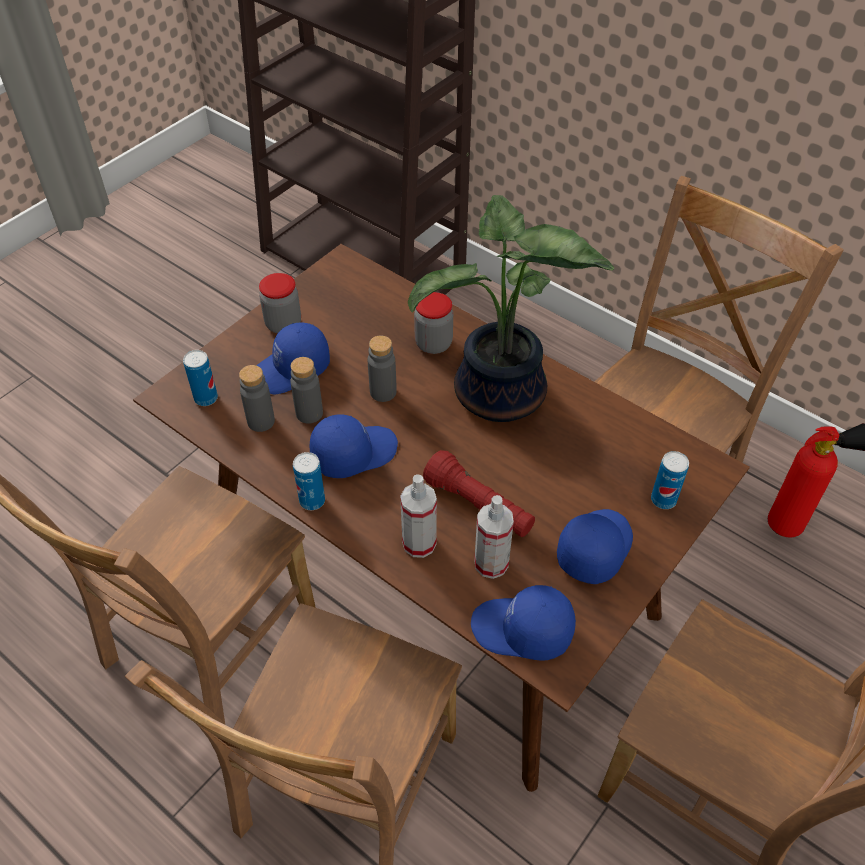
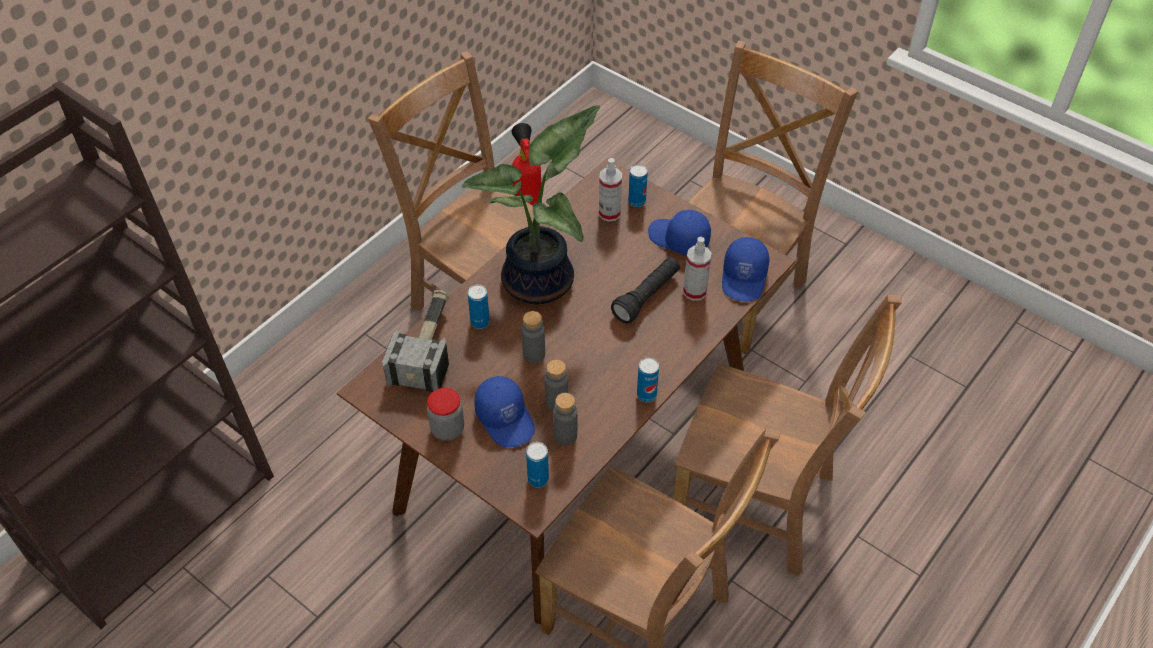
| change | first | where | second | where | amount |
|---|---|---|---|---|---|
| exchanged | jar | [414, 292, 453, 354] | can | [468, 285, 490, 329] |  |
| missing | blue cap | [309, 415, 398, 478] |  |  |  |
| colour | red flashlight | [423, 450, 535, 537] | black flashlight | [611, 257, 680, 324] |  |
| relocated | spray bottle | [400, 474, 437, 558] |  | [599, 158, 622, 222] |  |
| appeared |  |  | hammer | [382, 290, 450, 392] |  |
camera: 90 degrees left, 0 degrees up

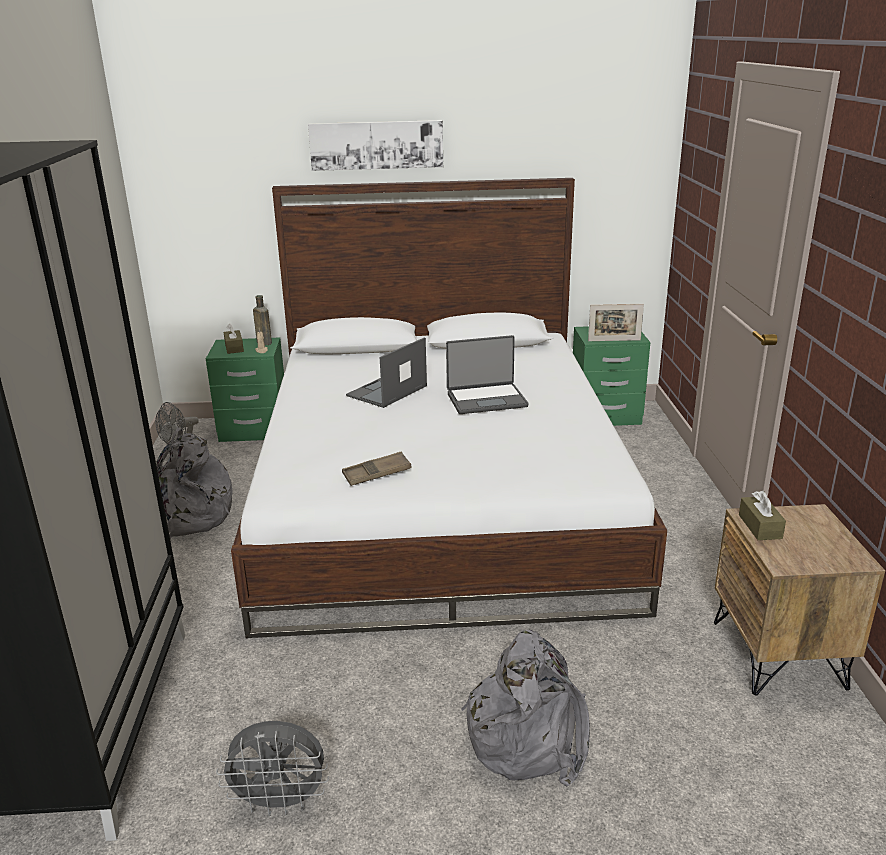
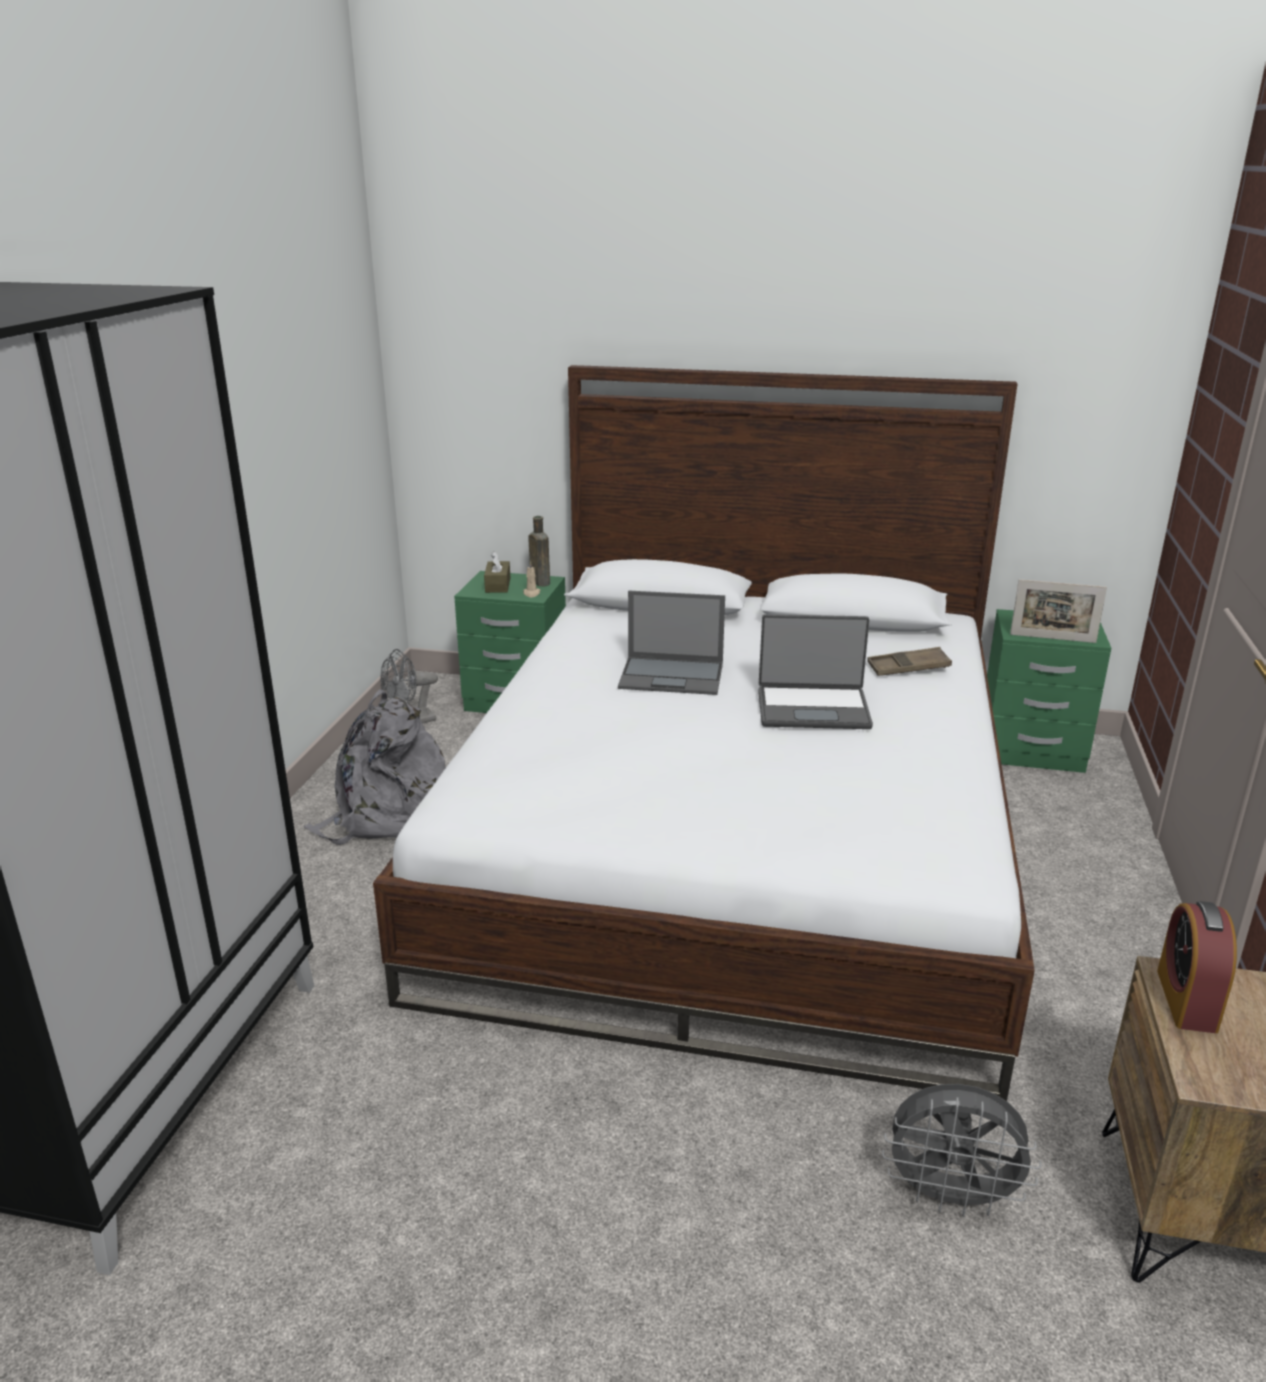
| change | first | where | second | where | amount |
|---|---|---|---|---|---|
| missing | picture | [308, 120, 443, 171] |  |  |  |
| spun | laptop | [346, 337, 427, 408] |  | [618, 591, 725, 695] | 135 degrees counterclockwise |
| relocated | brown tray | [342, 452, 412, 486] |  | [867, 647, 952, 676] |  |
| exchanged | brown tissue box | [739, 491, 786, 540] | alarm clock | [1157, 901, 1237, 1033] |  |
| missing | grey backpack | [461, 630, 590, 786] |  |  |  |
| relocated | grey fan | [216, 721, 329, 816] |  | [882, 1084, 1042, 1217] |  |
camera: 15 degrees right, 0 degrees up

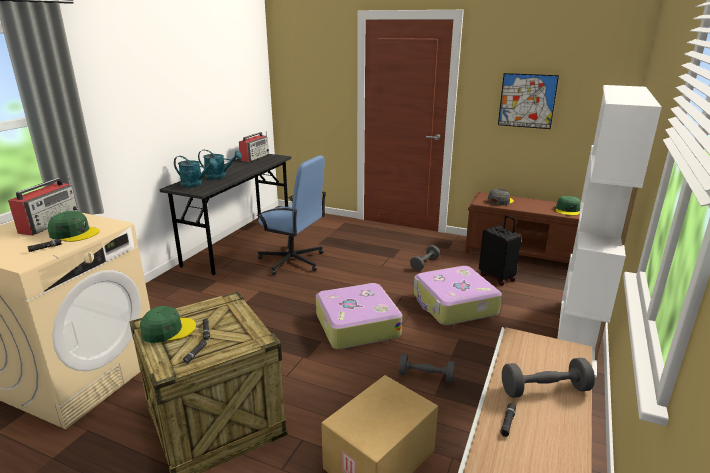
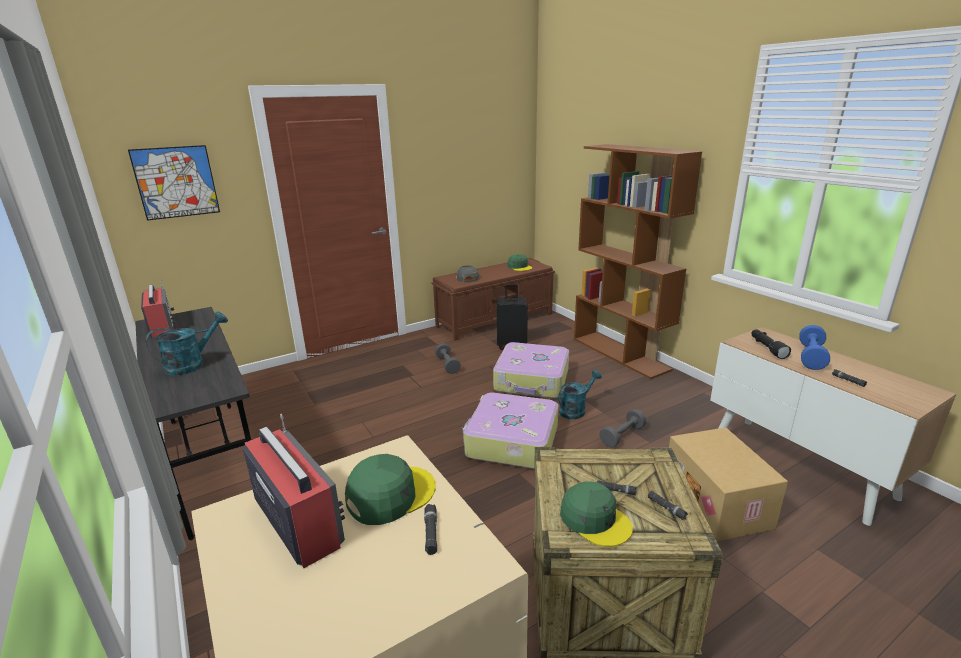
| change | first | where | second | where | amount |
|---|---|---|---|---|---|
| relocated | picture | [498, 73, 559, 129] |  | [128, 145, 220, 221] |  |
| colour | white bookcase | [557, 85, 662, 377] | brown bookcase | [574, 144, 702, 379] |  |
| missing | blue office chair | [257, 155, 326, 275] |  |  |  |
| relocated | turquoise watering can | [174, 156, 217, 188] |  | [558, 370, 601, 419] |  |
| spun | green cap | [140, 306, 196, 343] |  | [560, 482, 633, 547] | 120 degrees clockwise |
| colour | grey dumbbell | [502, 358, 595, 398] | blue dumbbell | [799, 325, 830, 370] |  |
| appeared |  |  | black flashlight | [751, 329, 791, 359] |  |
camera: 55 degrees left, 0 degrees up

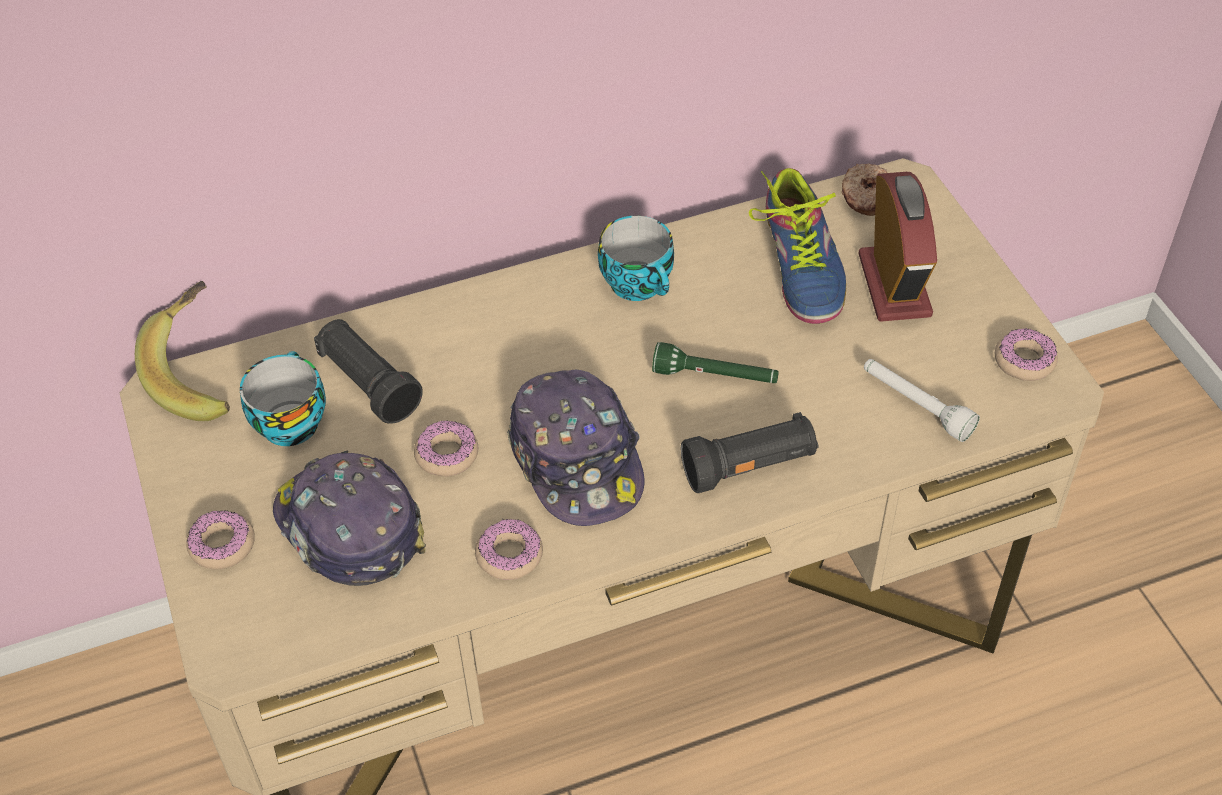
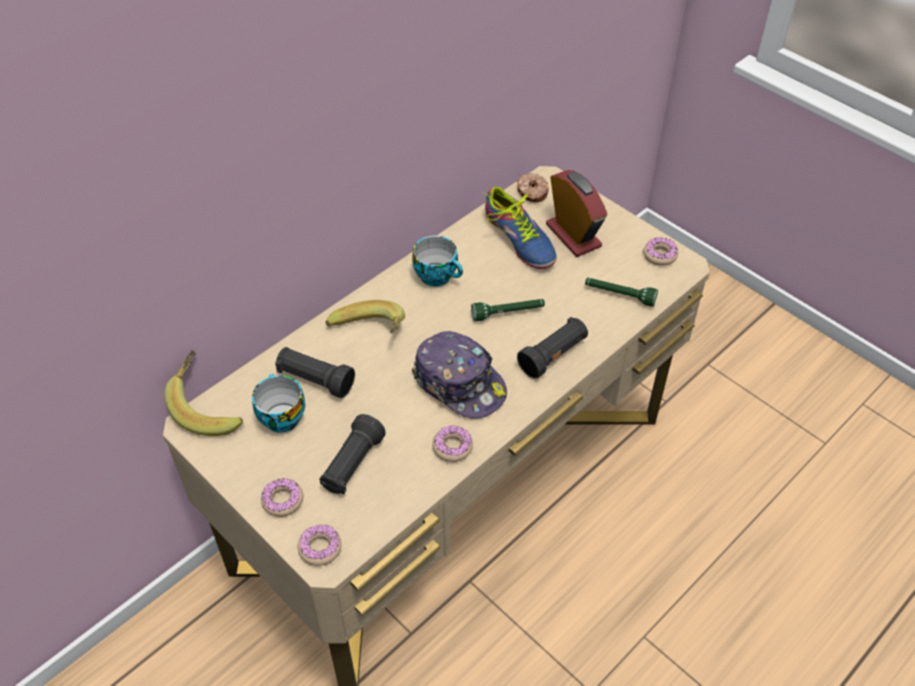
| change | first | where | second | where | amount |
|---|---|---|---|---|---|
| colour | white flashlight | [864, 359, 980, 442] | green flashlight | [585, 278, 658, 307] |  |
| relocated | donut | [414, 420, 478, 477] |  | [298, 525, 342, 566] |  |
| exchanged | cap | [273, 450, 426, 586] | black flashlight | [320, 414, 386, 494] |  |
| appeared |  |  | banana | [325, 300, 405, 334] |  |
camera: 25 degrees left, 0 degrees up

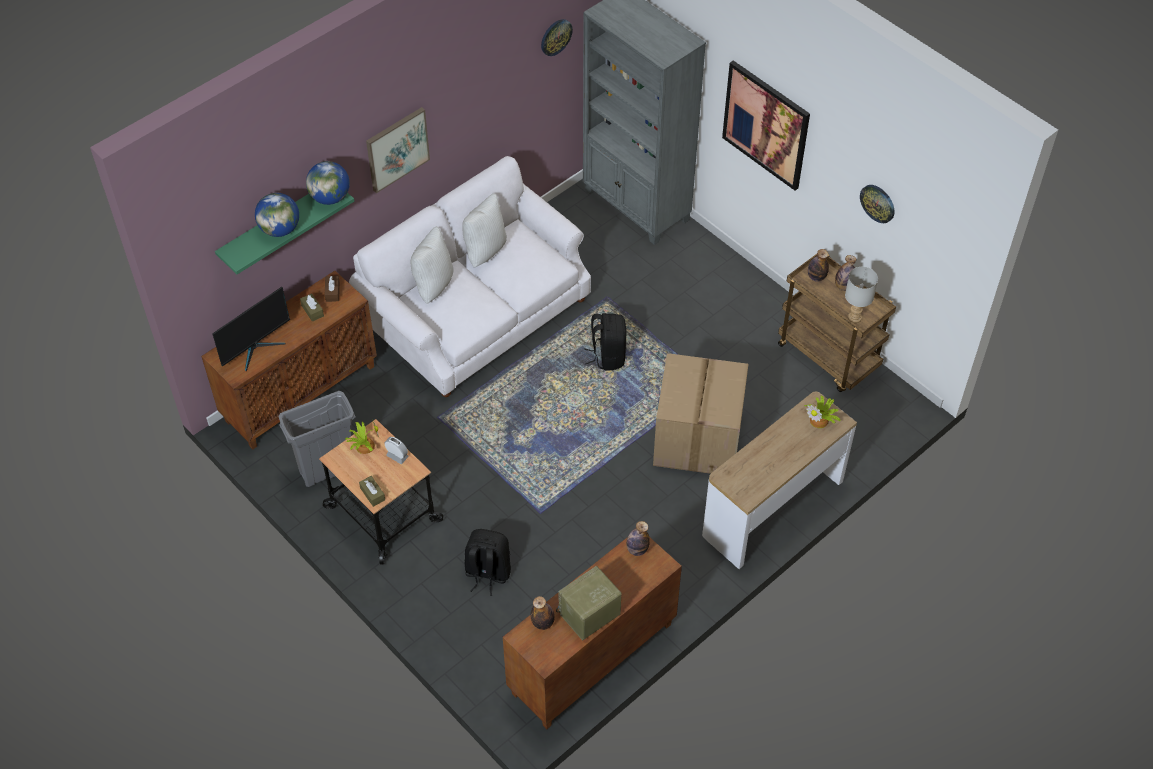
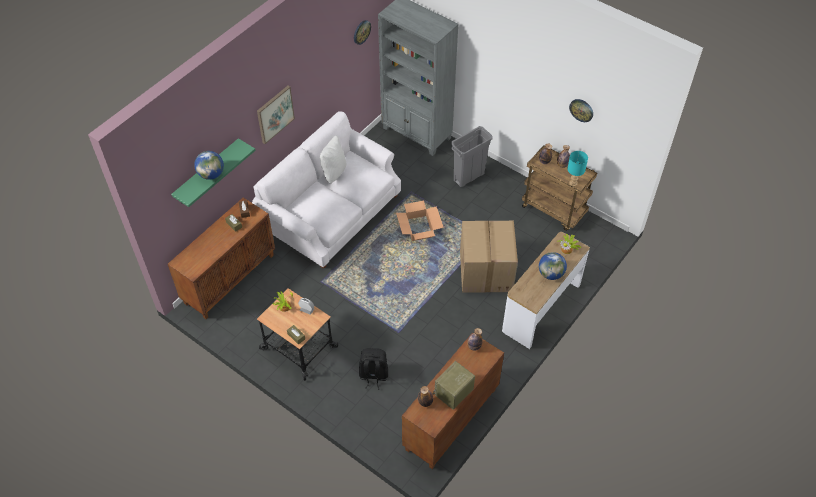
| change | first | where | second | where | amount |
|---|---|---|---|---|---|
| missing | picture | [722, 60, 810, 190] |  |  |  |
| relocated | globe | [306, 161, 350, 205] |  | [539, 252, 567, 280] |  |
| missing | white pillow | [410, 226, 453, 304] |  |  |  |
| colour | grey table lamp | [845, 267, 878, 323] | turquoise table lamp | [567, 151, 588, 187] |  |
| missing | monitor | [212, 287, 290, 372] |  |  |  |
| exchanged | black backpack | [584, 313, 626, 371] | cardboard box | [396, 201, 444, 241] |  |
| relocated | grey trash can | [279, 391, 356, 487] |  | [451, 126, 493, 187] |  |
camera: 10 degrees left, 0 degrees up

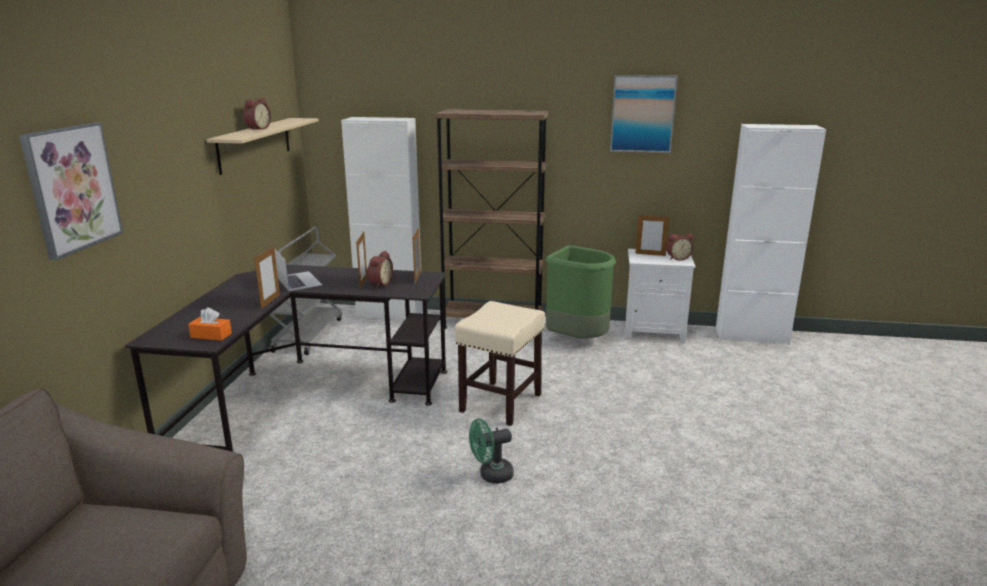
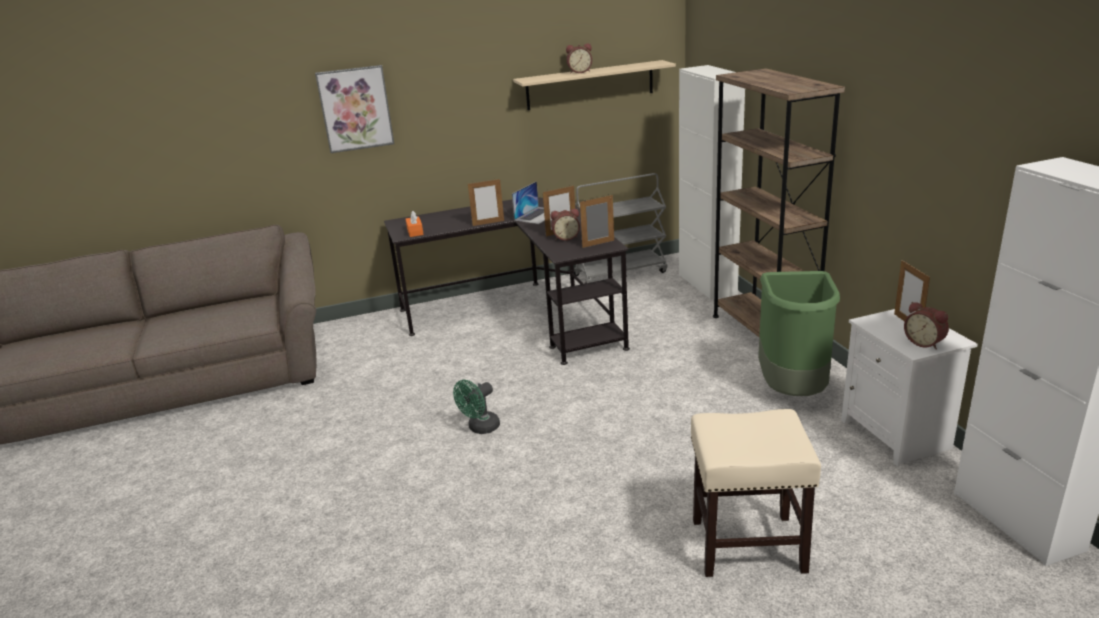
| change | first | where | second | where | amount |
|---|---|---|---|---|---|
| missing | picture | [610, 75, 678, 153] |  |  |  |
| relocated | beige stool | [455, 301, 545, 426] |  | [691, 409, 821, 577] |  |
| spun | green fan | [469, 418, 514, 484] |  | [453, 380, 500, 434] | 90 degrees counterclockwise |
camera: 65 degrees right, 5 degrees up

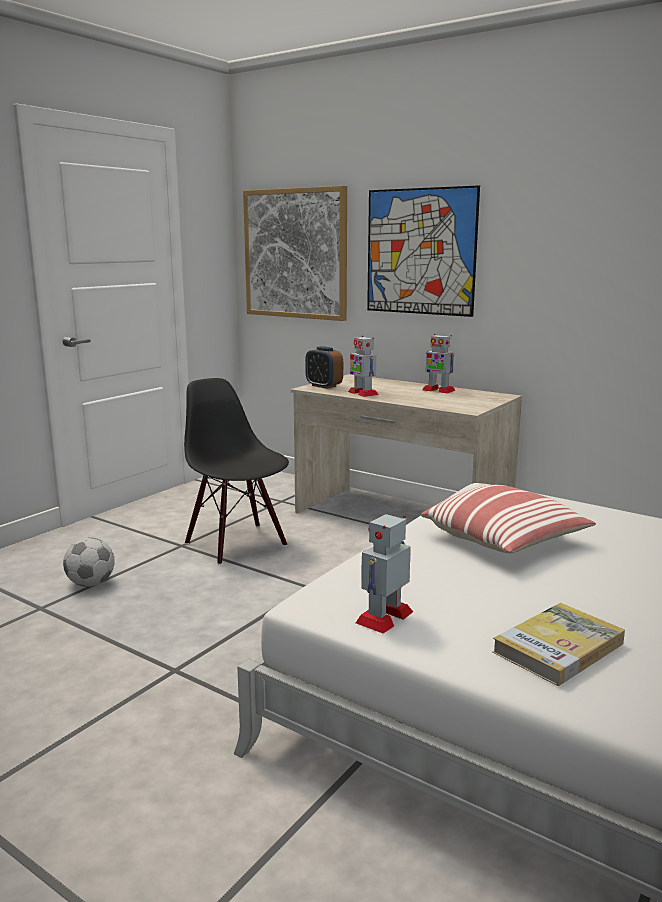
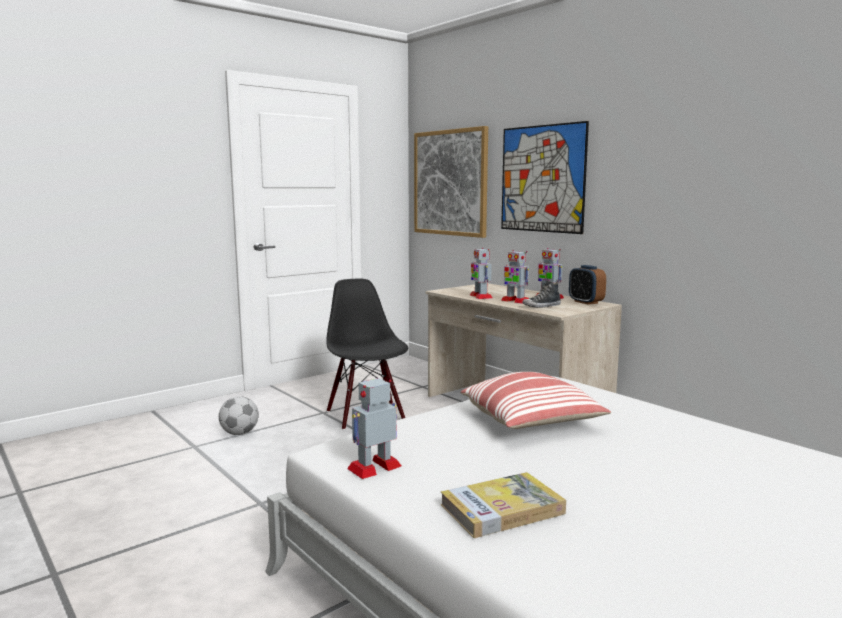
| change | first | where | second | where | amount |
|---|---|---|---|---|---|
| relocated | alarm clock | [305, 346, 343, 389] |  | [569, 265, 606, 305] |  |
| appeared |  |  | toy robot | [501, 250, 529, 304] |  |
| appeared |  |  | shoe | [522, 280, 561, 308] |  |
camera: 15 degrees right, 5 degrees down

